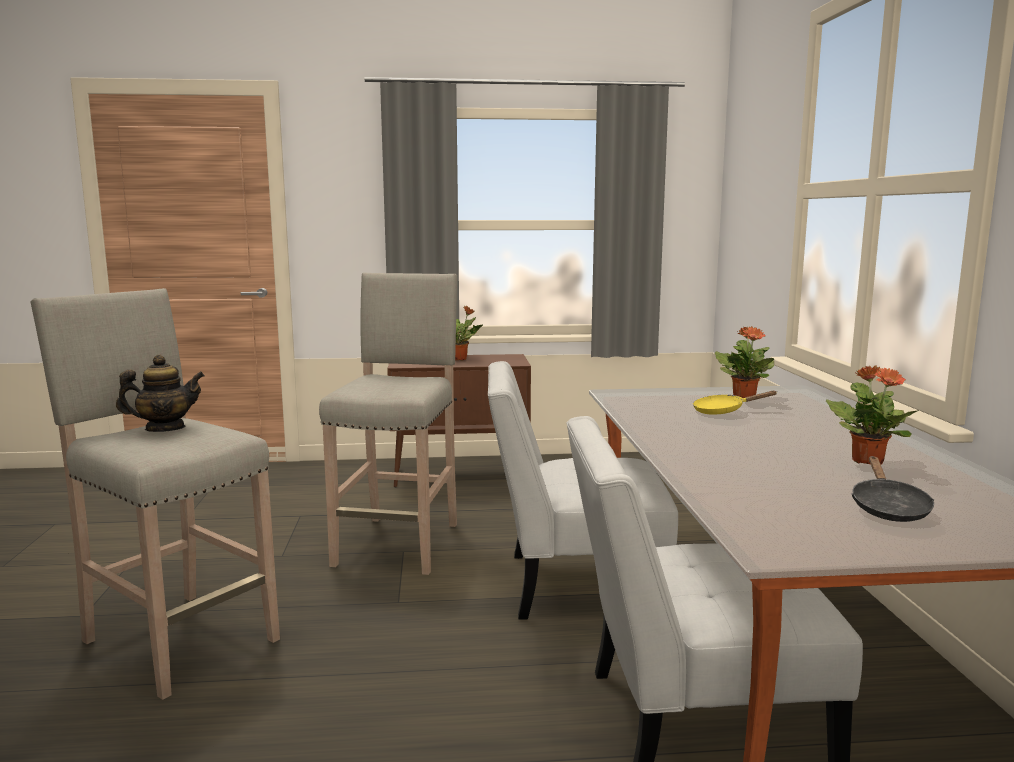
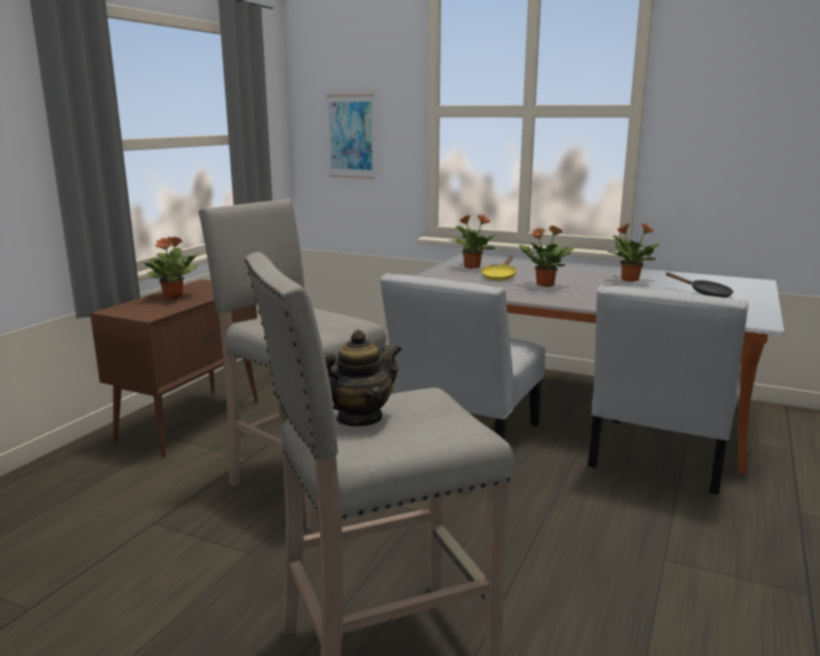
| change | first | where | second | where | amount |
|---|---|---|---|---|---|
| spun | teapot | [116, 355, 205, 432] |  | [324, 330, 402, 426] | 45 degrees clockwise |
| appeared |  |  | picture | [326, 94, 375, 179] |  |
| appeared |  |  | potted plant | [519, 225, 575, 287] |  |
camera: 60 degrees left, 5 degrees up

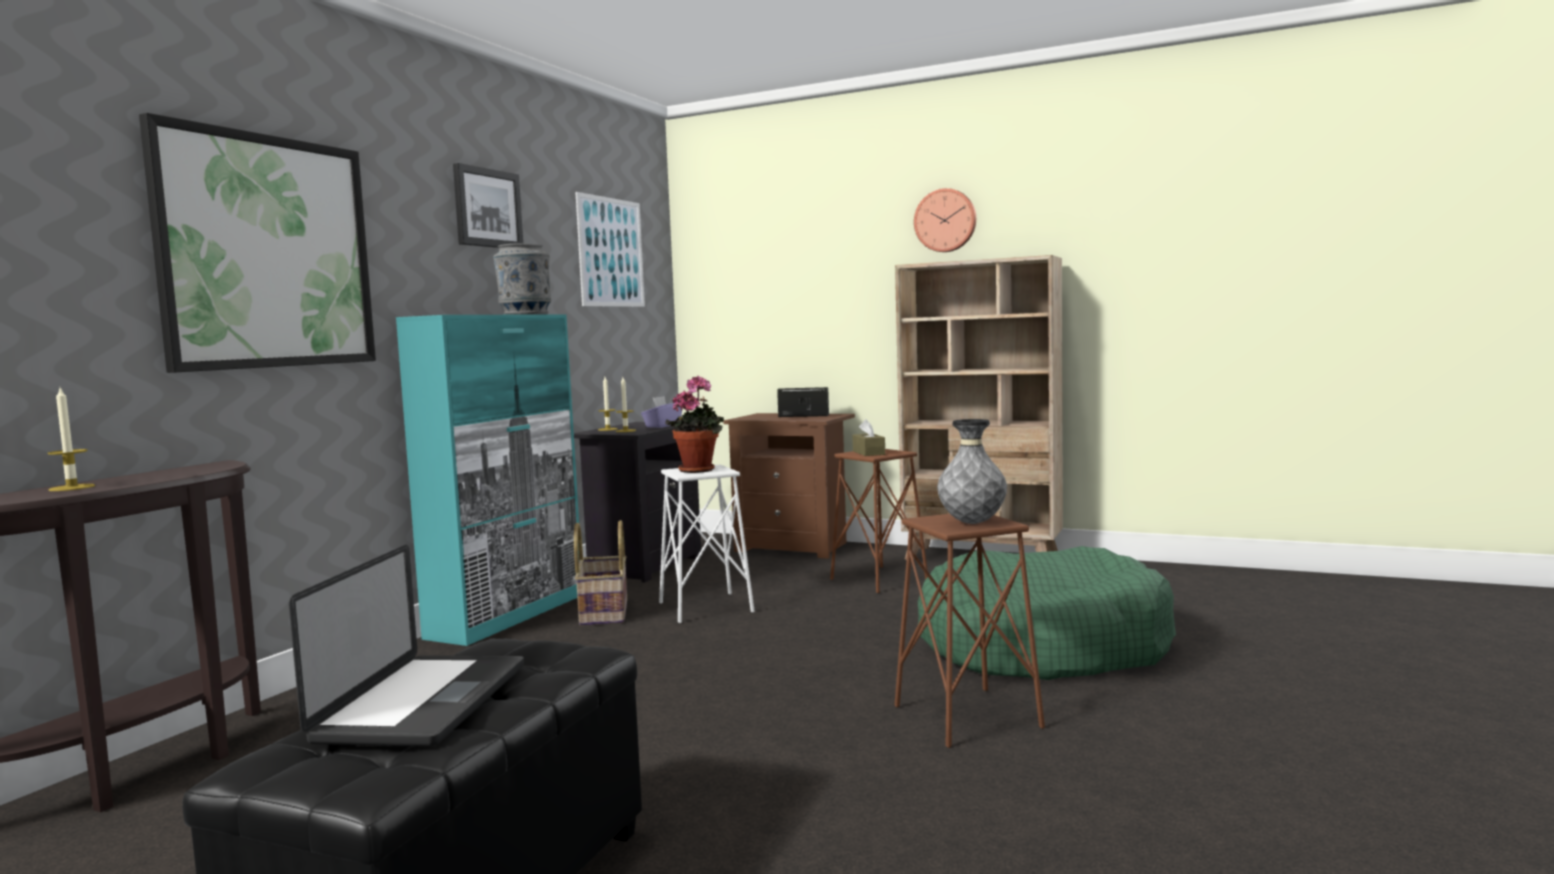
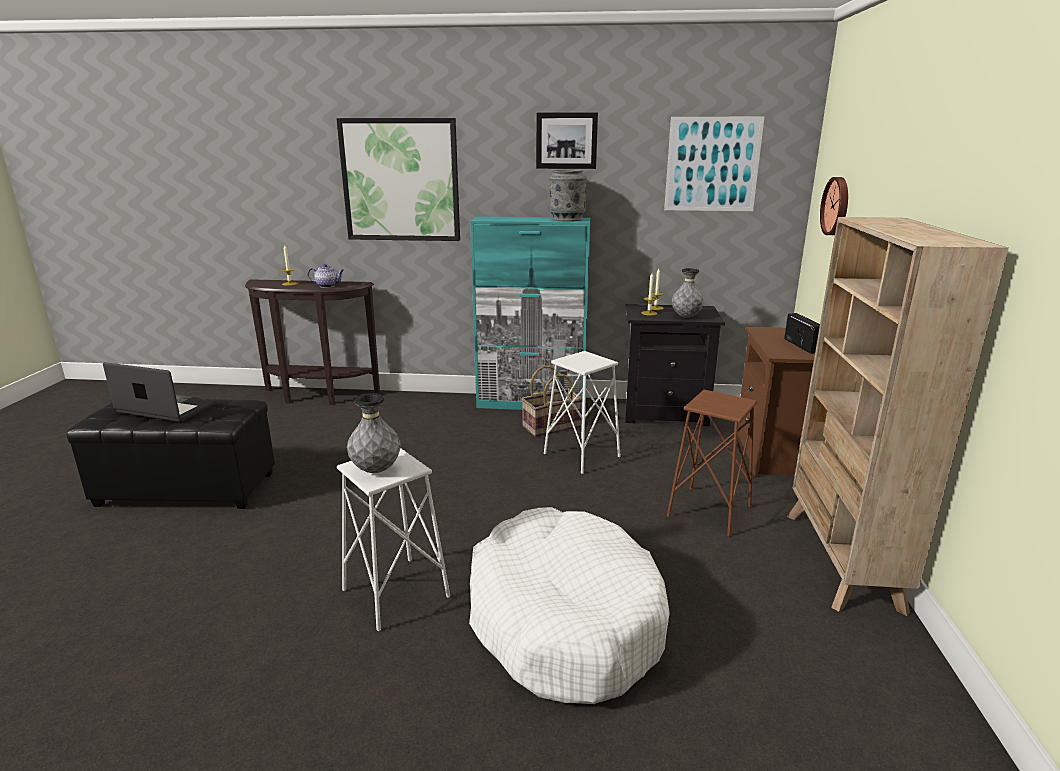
| change | first | where | second | where | amount |
|---|---|---|---|---|---|
| relocated | wall clock | [914, 188, 976, 252] |  | [820, 177, 848, 235] |  |
| missing | potted plant | [665, 376, 724, 473] |  |  |  |
| exchanged | purple tissue box | [641, 396, 682, 428] | grey vase | [672, 268, 704, 318] |  |
| missing | brown tissue box | [852, 419, 885, 456] |  |  |  |
| colour | brown stool | [894, 514, 1045, 748] | white stool | [337, 448, 450, 631] |  |
| spun | laptop | [289, 545, 524, 747] |  | [103, 362, 216, 422] | 150 degrees counterclockwise |
| colour | green dog bed | [918, 546, 1176, 680] | white dog bed | [469, 507, 670, 704] |  |
| appeared |  |  | teapot | [308, 264, 344, 288] |  |
camera: 70 degrees right, 15 degrees up

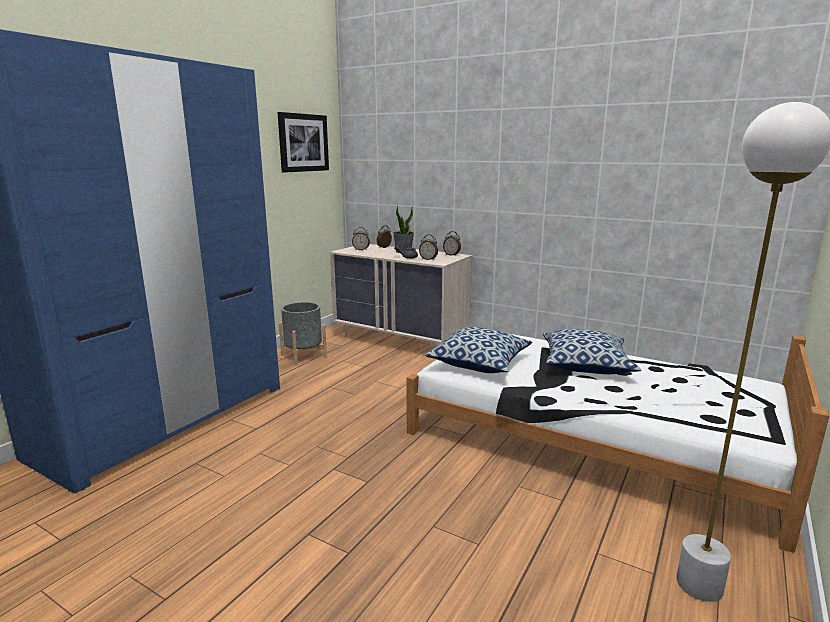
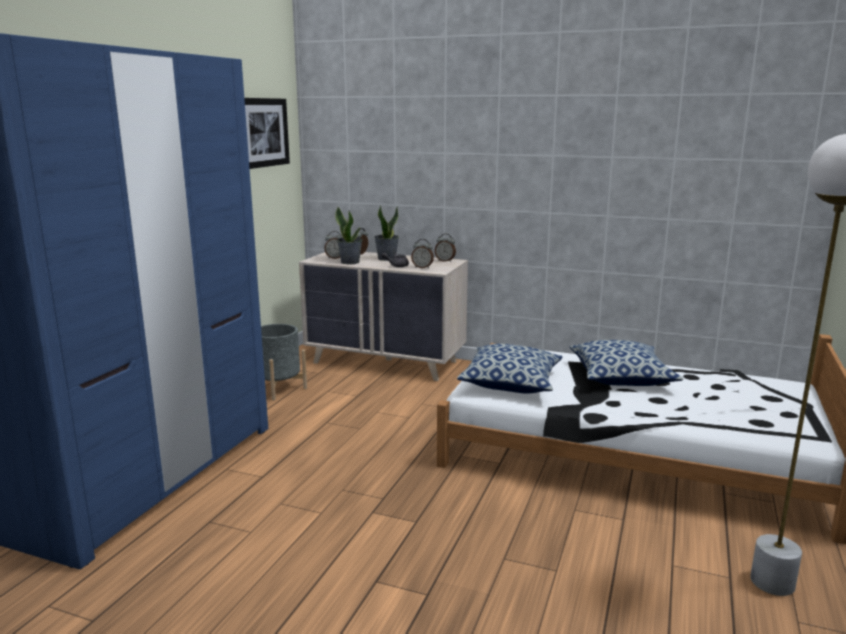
| change | first | where | second | where | amount |
|---|---|---|---|---|---|
| appeared |  |  | potted plant | [335, 207, 363, 264] |  |
camera: 10 degrees left, 0 degrees up

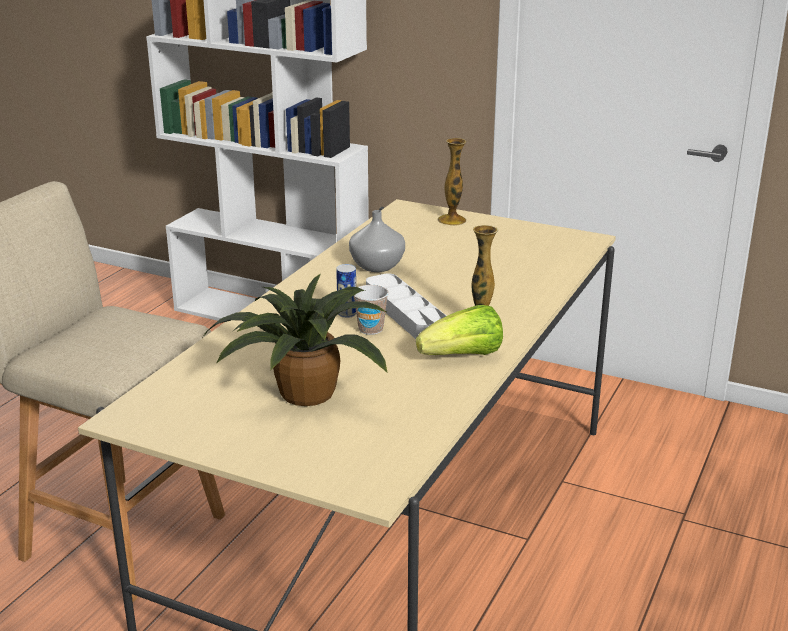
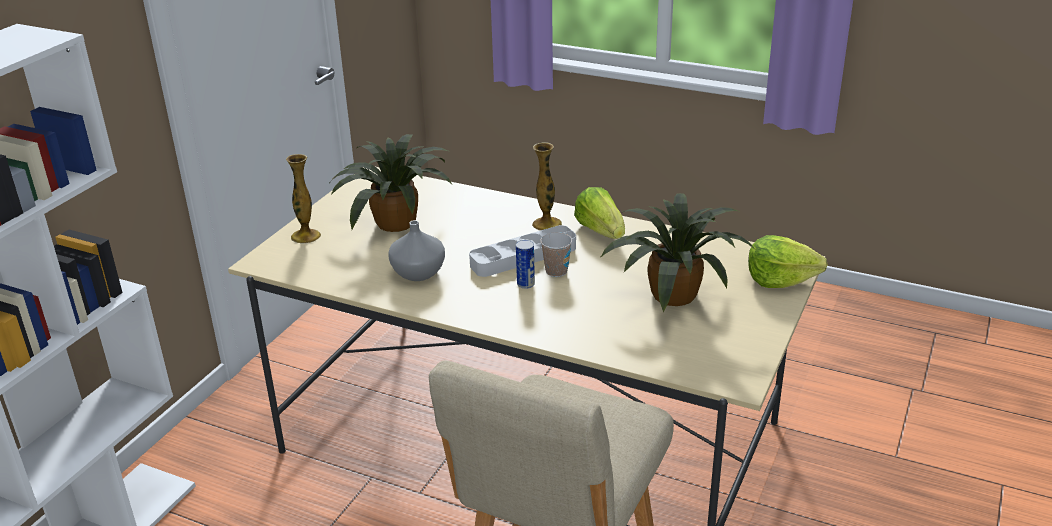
| change | first | where | second | where | amount |
|---|---|---|---|---|---|
| appeared |  |  | potted plant | [330, 134, 452, 232] |  |
| appeared |  |  | lettuce | [748, 235, 828, 288] |  |
camera: 90 degrees left, 5 degrees up

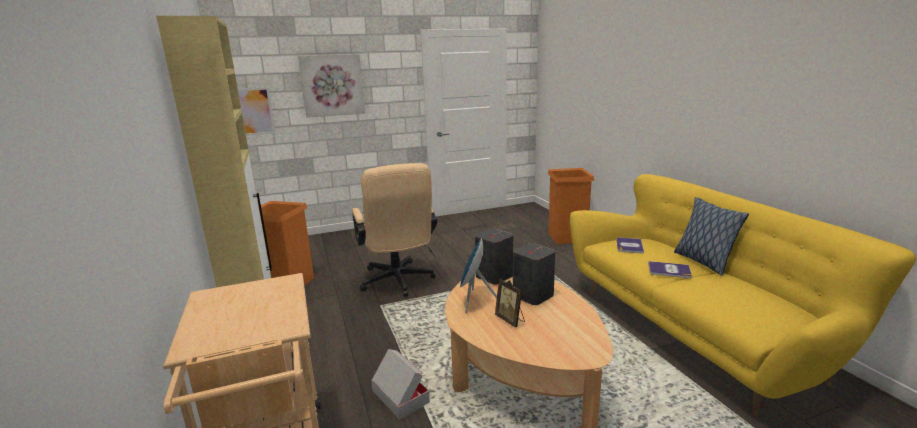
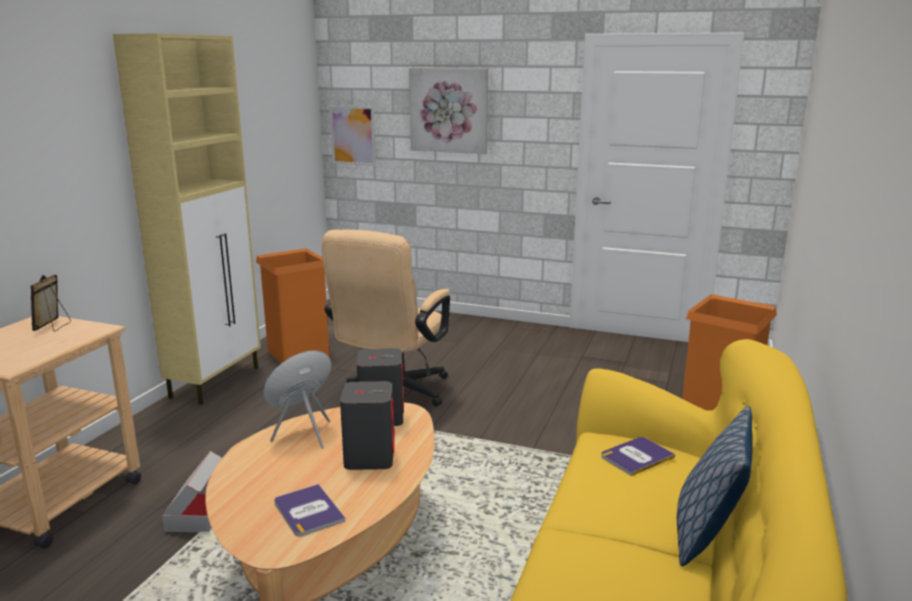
| change | first | where | second | where | amount |
|---|---|---|---|---|---|
| relocated | book | [648, 261, 692, 278] |  | [274, 484, 345, 537] |  |
| relocated | picture frame | [495, 279, 525, 328] |  | [31, 274, 71, 332] |  |
camera: 40 degrees right, 0 degrees up

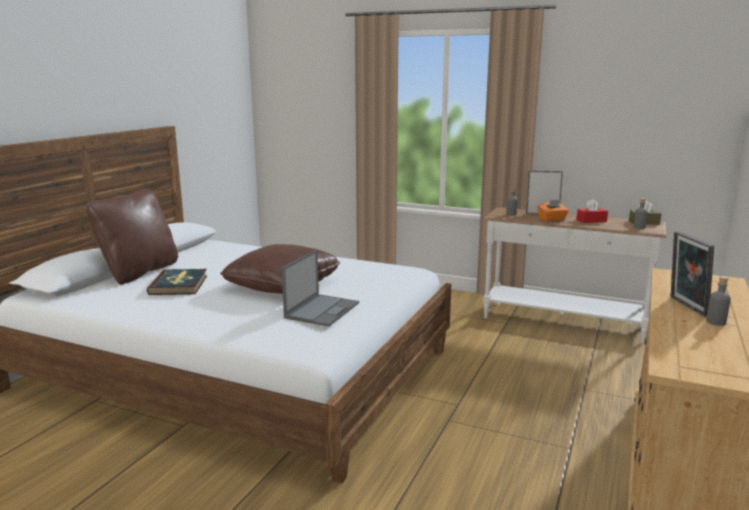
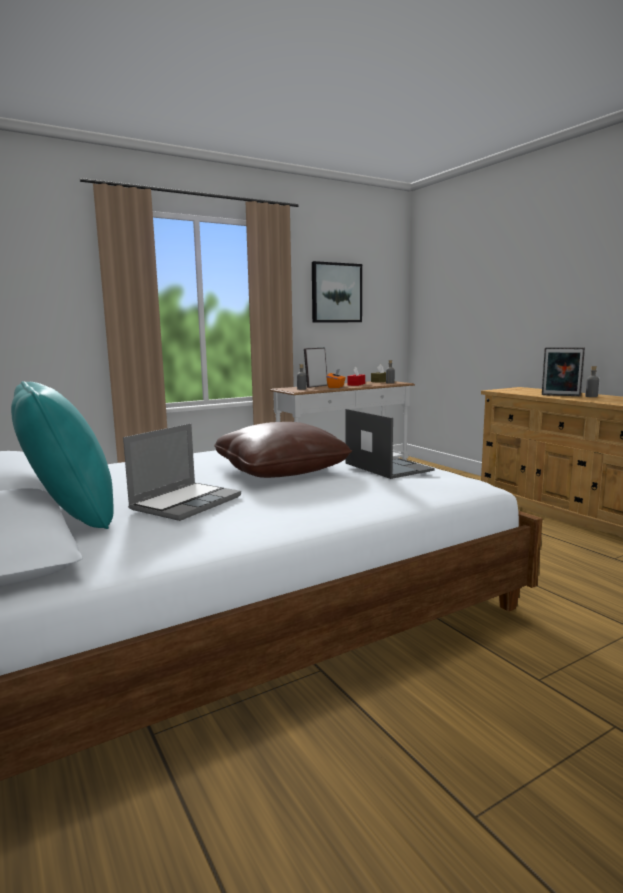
| change | first | where | second | where | amount |
|---|---|---|---|---|---|
| colour | brown pillow | [86, 189, 178, 285] | turquoise pillow | [11, 381, 114, 529] |  |
| exchanged | book | [147, 269, 207, 295] | laptop | [123, 423, 241, 521] |  |
| appeared |  |  | picture | [312, 261, 362, 323] |  |
camera: 55 degrees left, 5 degrees down

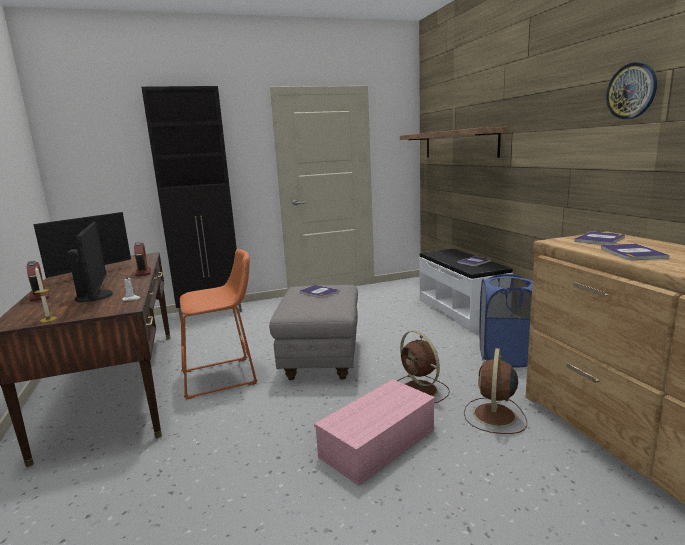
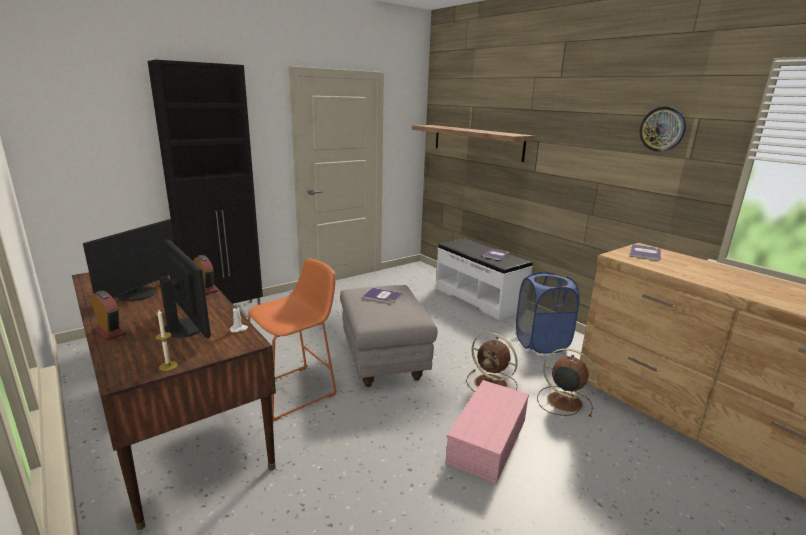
| change | first | where | second | where | amount |
|---|---|---|---|---|---|
| missing | book | [601, 243, 670, 260] |  |  |  |
| spun | brown fan | [464, 348, 527, 434] |  | [537, 348, 599, 417] | 120 degrees clockwise |
camera: 20 degrees left, 5 degrees up

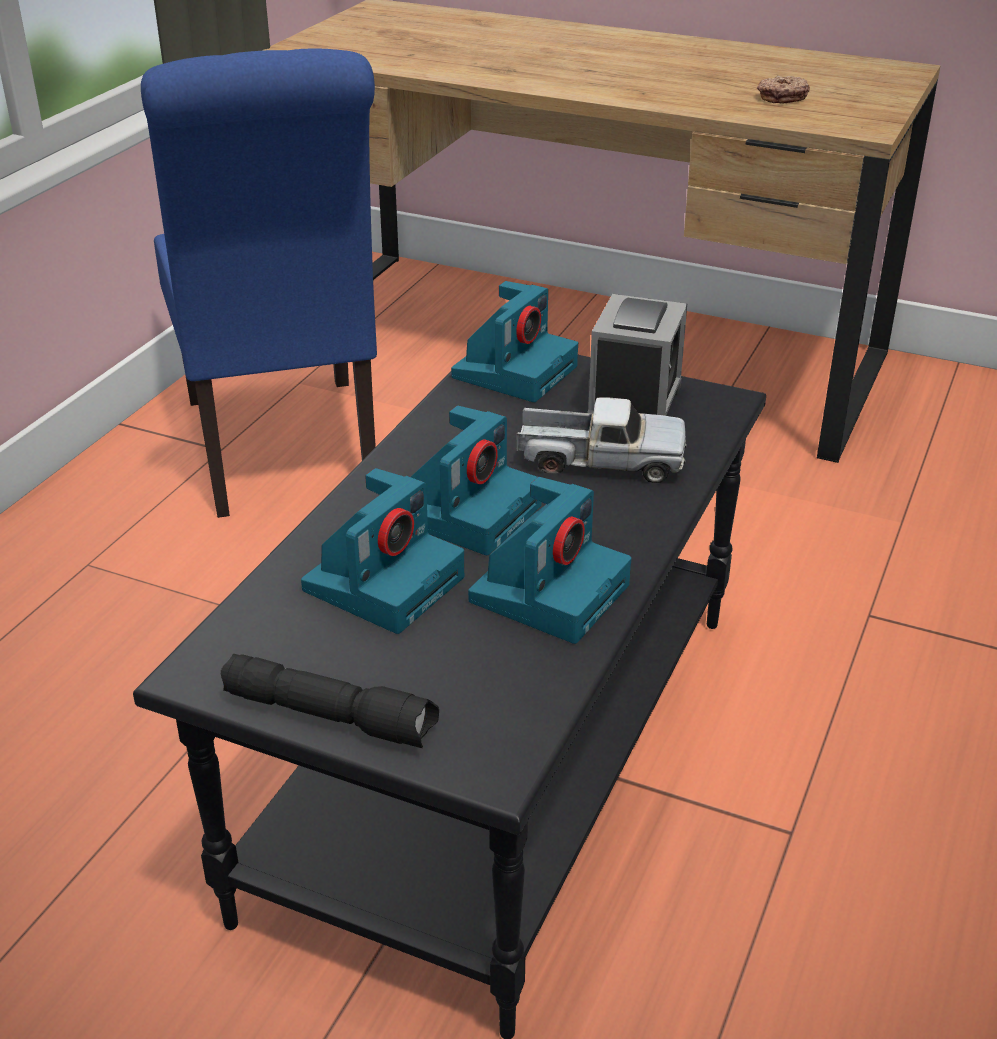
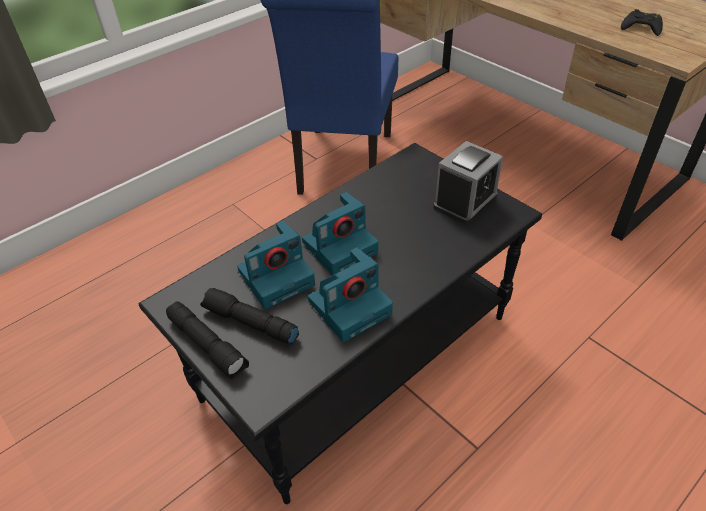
| change | first | where | second | where | amount |
|---|---|---|---|---|---|
| exchanged | donut | [757, 75, 810, 104] | black game controller | [621, 9, 663, 36] |  |
| missing | photo camera | [451, 281, 578, 402] |  |  |  |
| missing | toy truck | [516, 397, 687, 483] |  |  |  |
| appeared |  |  | black flashlight | [200, 288, 299, 345] |  |
camera: 25 degrees right, 10 degrees up

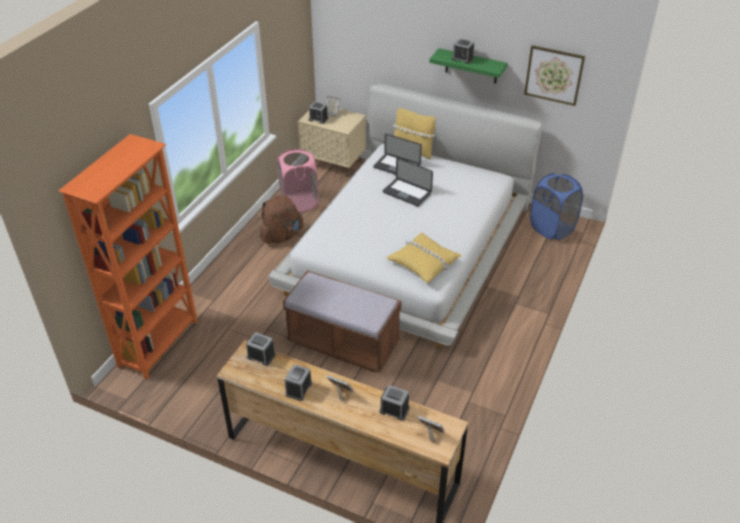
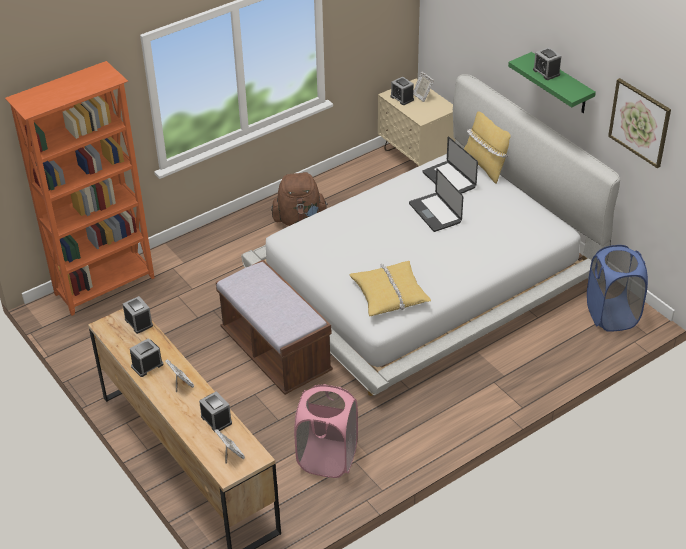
| change | first | where | second | where | amount |
|---|---|---|---|---|---|
| relocated | pink laundry basket | [277, 149, 318, 212] |  | [294, 384, 358, 478] |  |
camera: 30 degrees right, 0 degrees up

